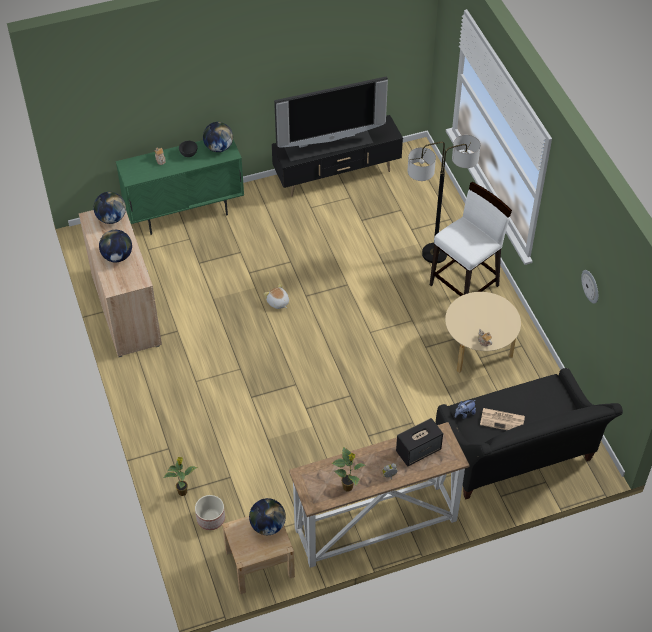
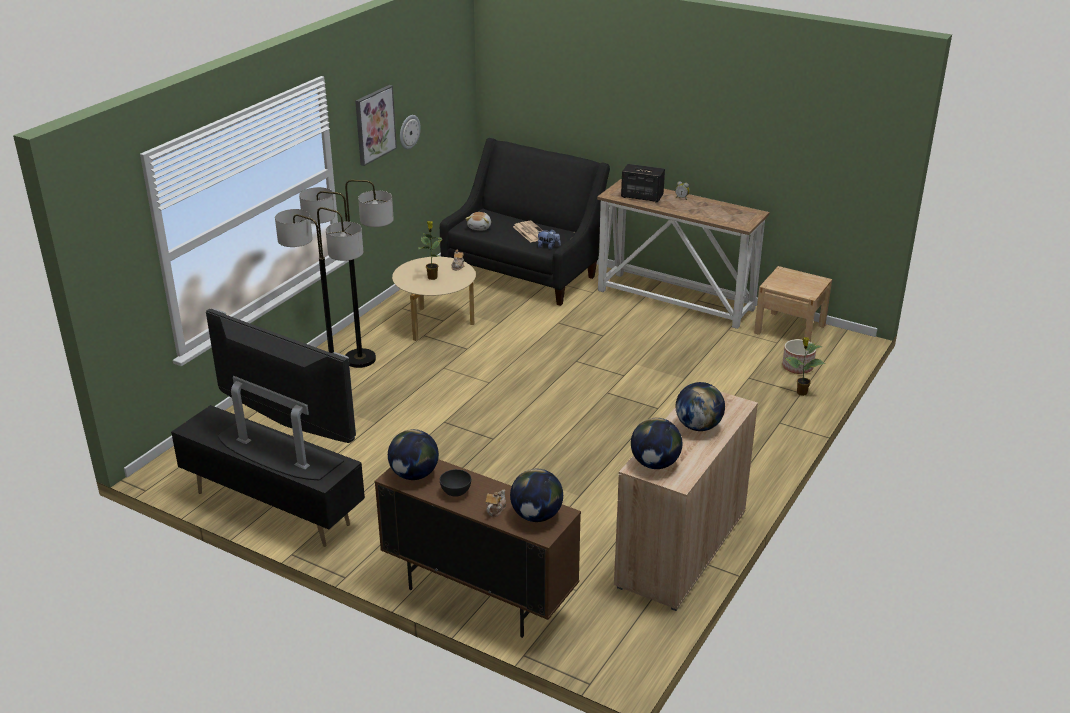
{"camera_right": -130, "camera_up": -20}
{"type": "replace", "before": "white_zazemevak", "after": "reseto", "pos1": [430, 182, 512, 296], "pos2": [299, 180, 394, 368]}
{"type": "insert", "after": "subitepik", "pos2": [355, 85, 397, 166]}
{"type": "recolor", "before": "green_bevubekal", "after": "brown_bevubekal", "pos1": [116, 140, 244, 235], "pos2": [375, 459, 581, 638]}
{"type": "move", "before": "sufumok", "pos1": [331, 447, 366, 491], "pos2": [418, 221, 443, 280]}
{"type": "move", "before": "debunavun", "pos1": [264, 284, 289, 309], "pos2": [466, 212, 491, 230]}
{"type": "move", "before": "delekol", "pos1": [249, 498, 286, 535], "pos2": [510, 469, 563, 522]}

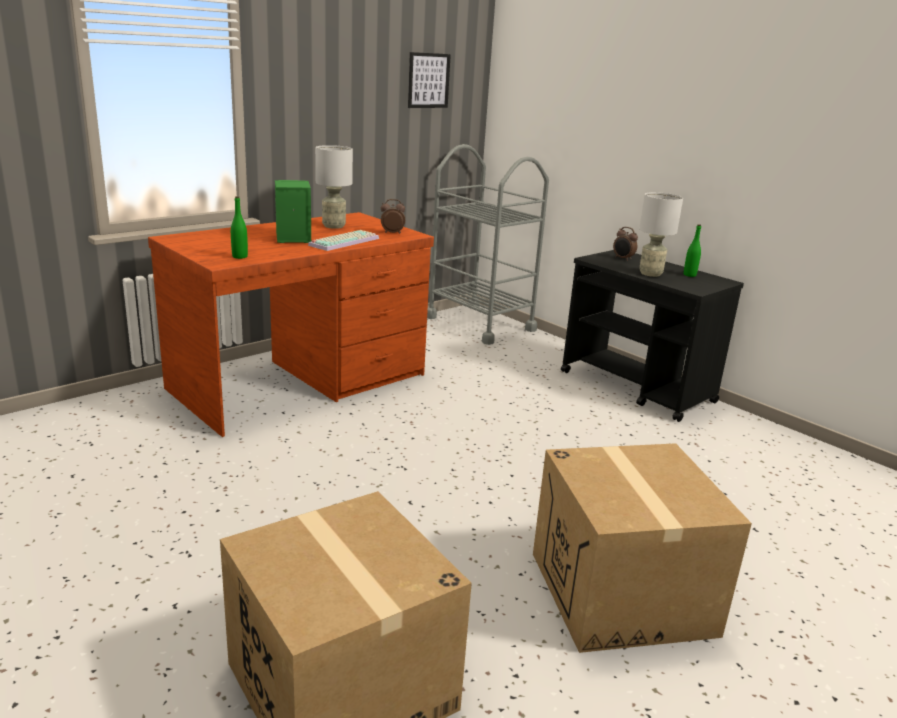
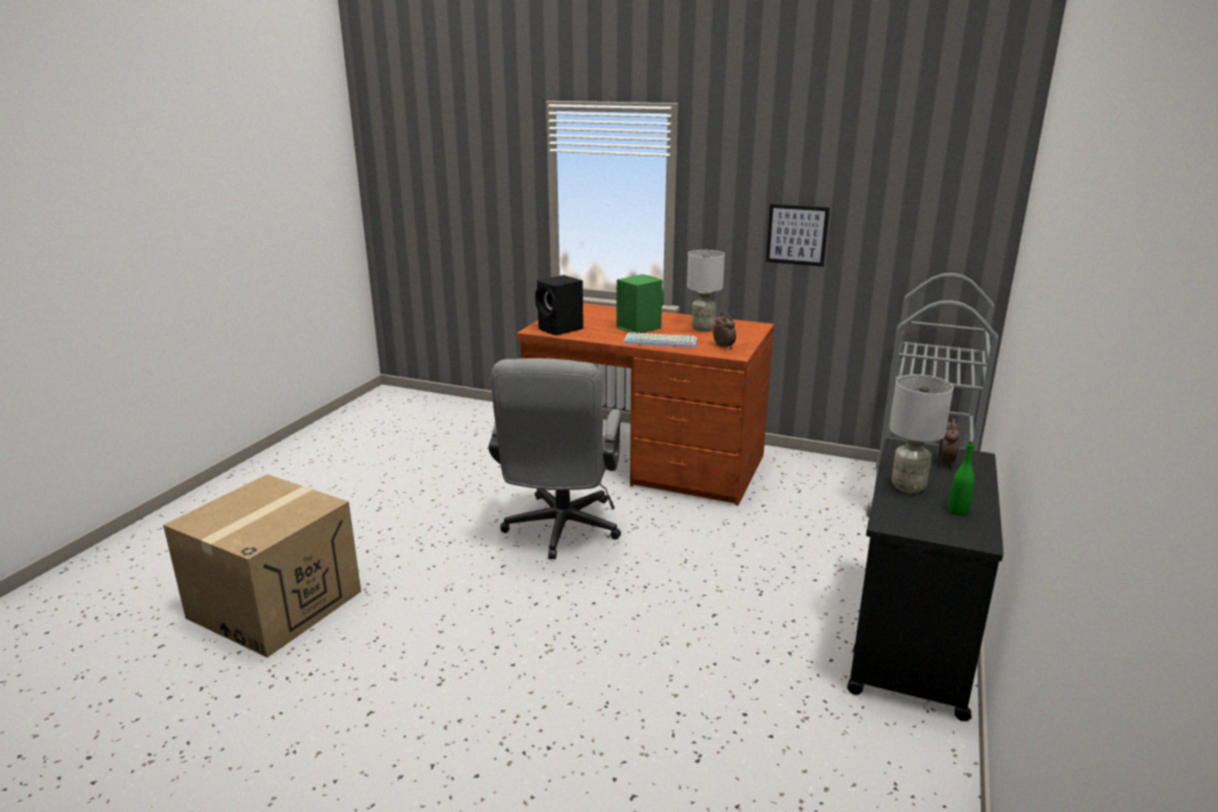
{"camera_right": 65, "camera_up": 0}
{"type": "insert", "after": "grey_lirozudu", "pos2": [489, 358, 621, 559]}
{"type": "replace", "before": "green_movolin", "after": "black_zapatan", "pos1": [231, 196, 248, 259], "pos2": [535, 275, 583, 336]}
{"type": "move", "before": "subitepik", "pos1": [408, 52, 451, 108], "pos2": [766, 204, 830, 267]}
{"type": "delete", "before": "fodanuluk", "pos1": [533, 443, 752, 653]}

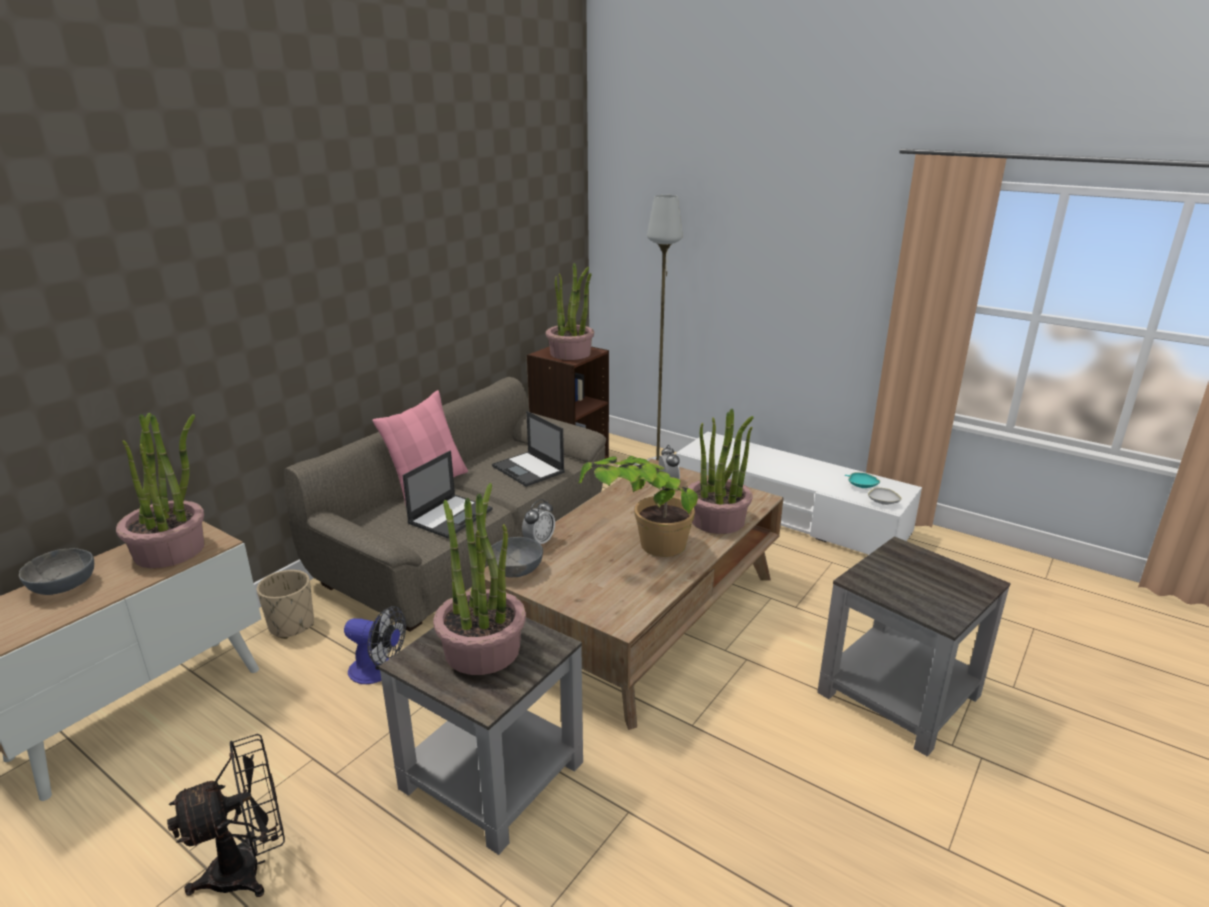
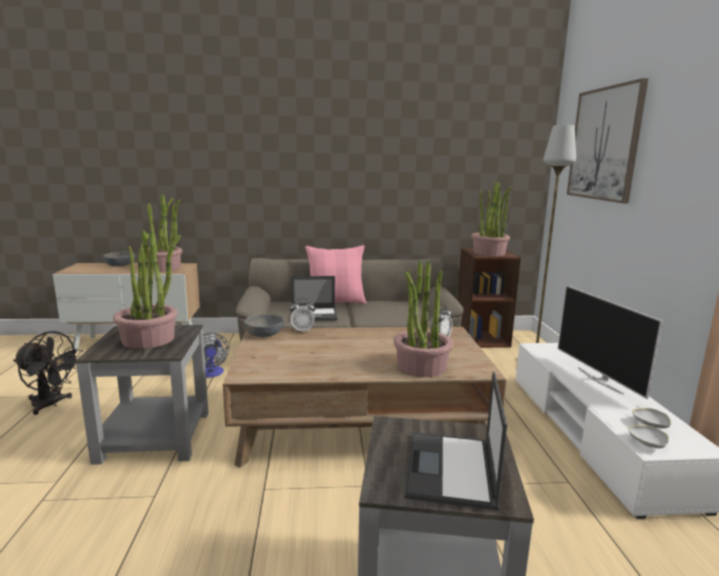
{"camera_right": 50, "camera_up": -10}
{"type": "move", "before": "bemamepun", "pos1": [492, 411, 565, 487], "pos2": [405, 372, 507, 510]}
{"type": "insert", "after": "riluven", "pos2": [557, 285, 663, 399]}
{"type": "insert", "after": "subitepik", "pos2": [567, 78, 648, 204]}
{"type": "recolor", "before": "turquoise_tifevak", "after": "white_tifevak", "pos1": [845, 472, 880, 488], "pos2": [632, 406, 671, 428]}
{"type": "delete", "before": "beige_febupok", "pos1": [257, 570, 314, 639]}
{"type": "delete", "before": "sufumok", "pos1": [579, 456, 698, 557]}

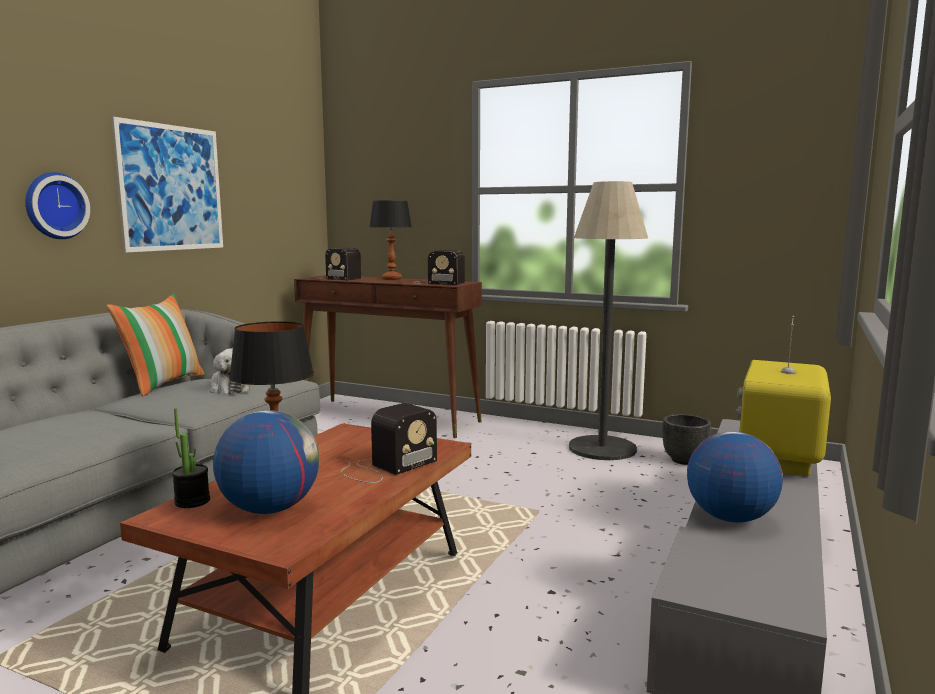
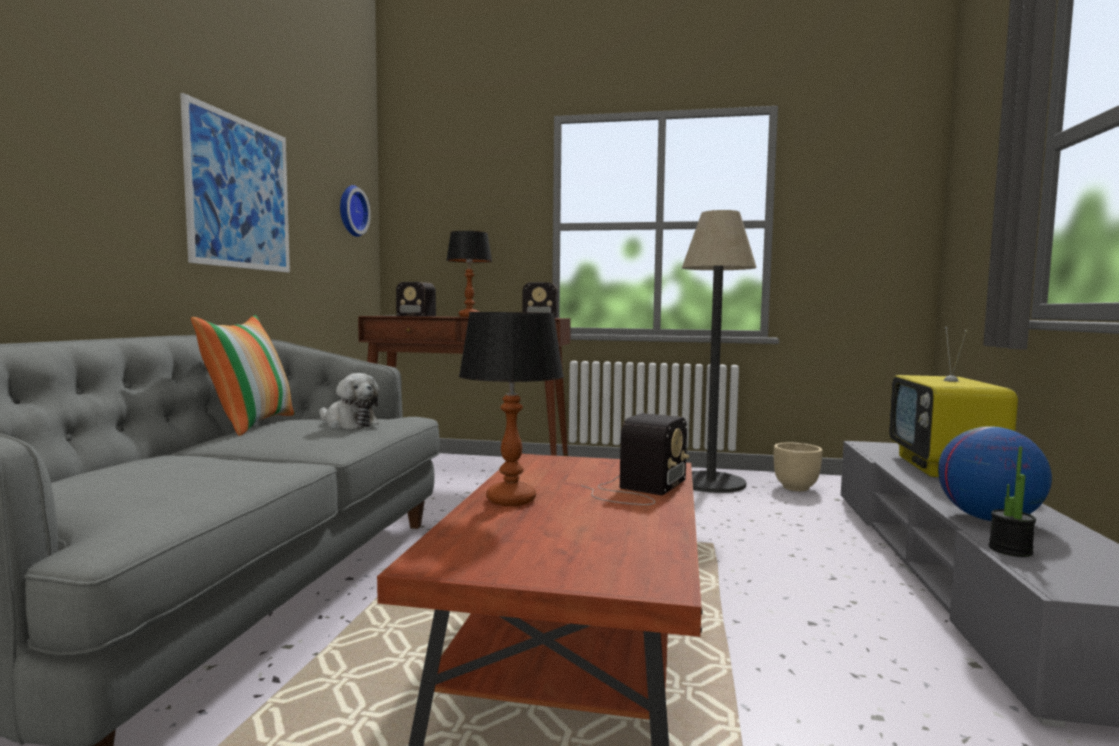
{"camera_right": -15, "camera_up": -5}
{"type": "move", "before": "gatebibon", "pos1": [25, 172, 90, 239], "pos2": [340, 185, 371, 237]}
{"type": "recolor", "before": "black_febupok", "after": "beige_febupok", "pos1": [662, 414, 711, 465], "pos2": [774, 443, 822, 491]}
{"type": "move", "before": "sufumok", "pos1": [172, 408, 210, 508], "pos2": [989, 446, 1036, 557]}
{"type": "delete", "before": "delekol", "pos1": [213, 410, 319, 514]}

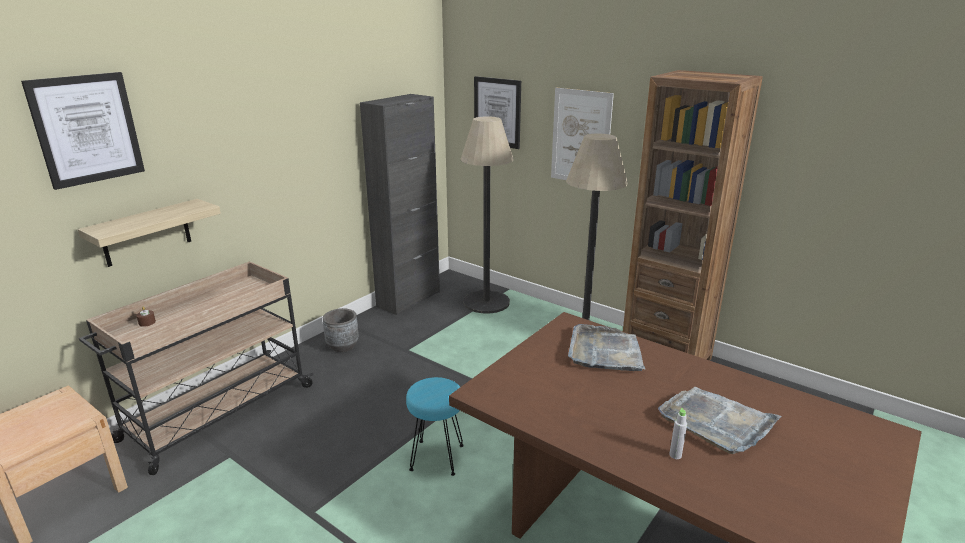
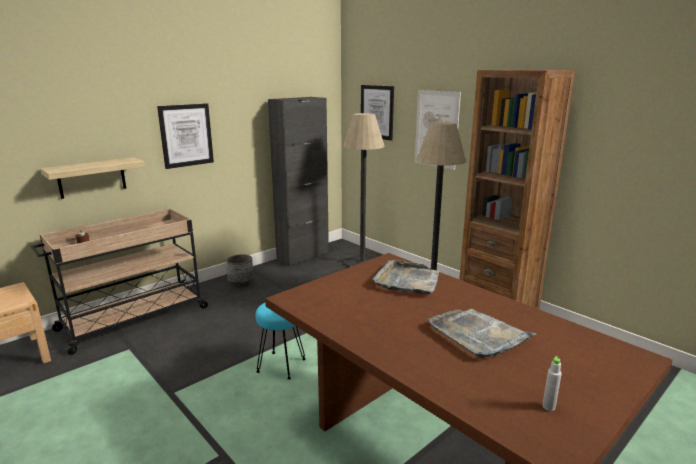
{"camera_right": 10, "camera_up": -5}
{"type": "move", "before": "subitepik", "pos1": [21, 72, 145, 190], "pos2": [157, 103, 214, 169]}
{"type": "move", "before": "grey_movolin", "pos1": [669, 408, 687, 459], "pos2": [542, 356, 562, 411]}

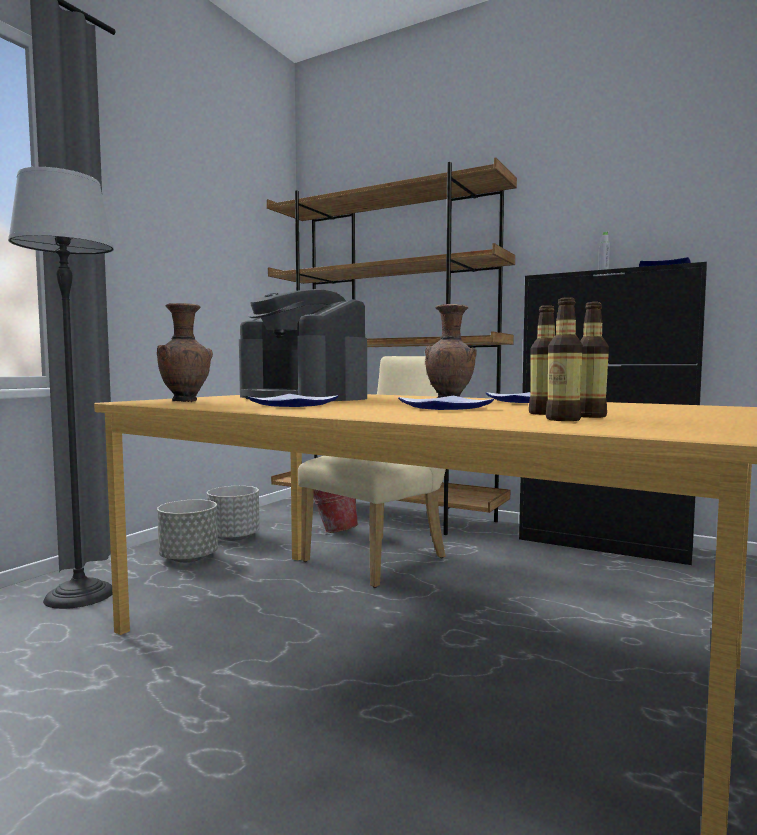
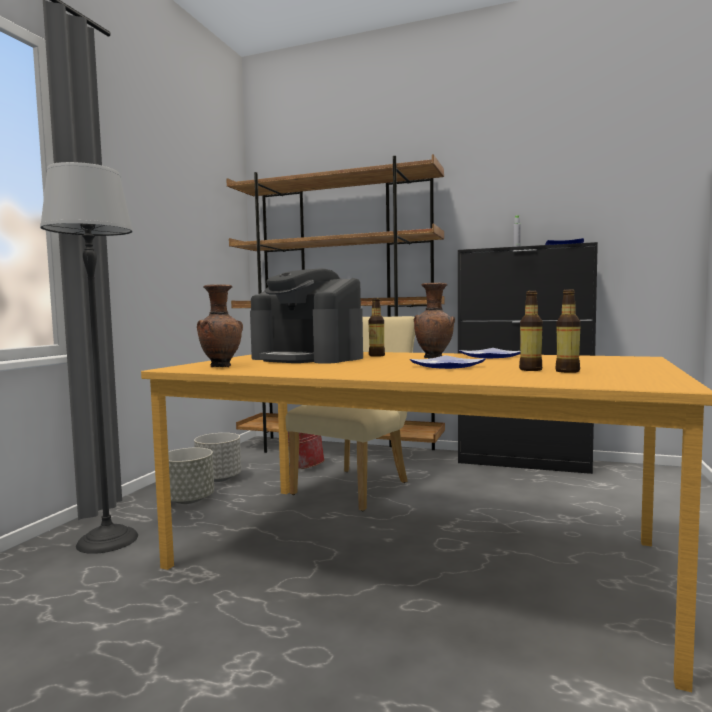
{"camera_right": -10, "camera_up": 0}
{"type": "move", "before": "movolin", "pos1": [546, 297, 583, 421], "pos2": [368, 298, 385, 357]}
{"type": "delete", "before": "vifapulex", "pos1": [248, 394, 339, 407]}

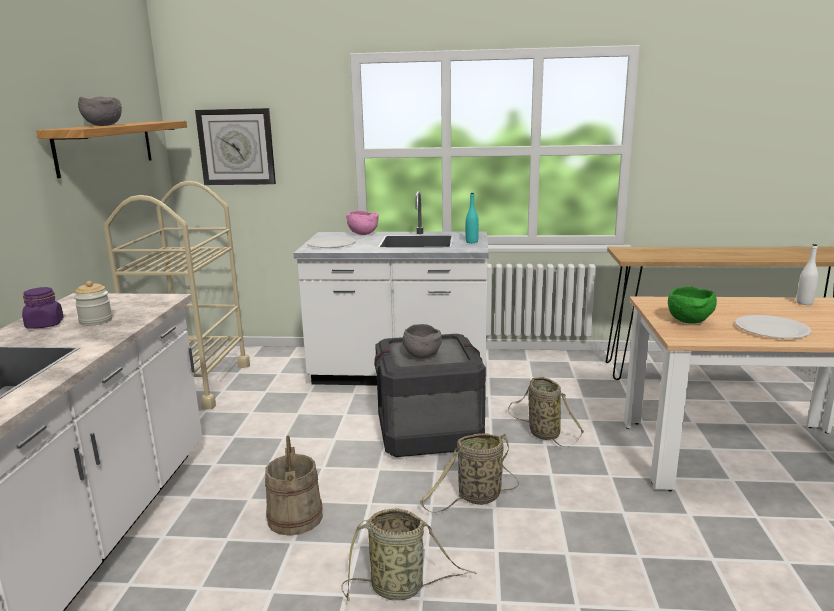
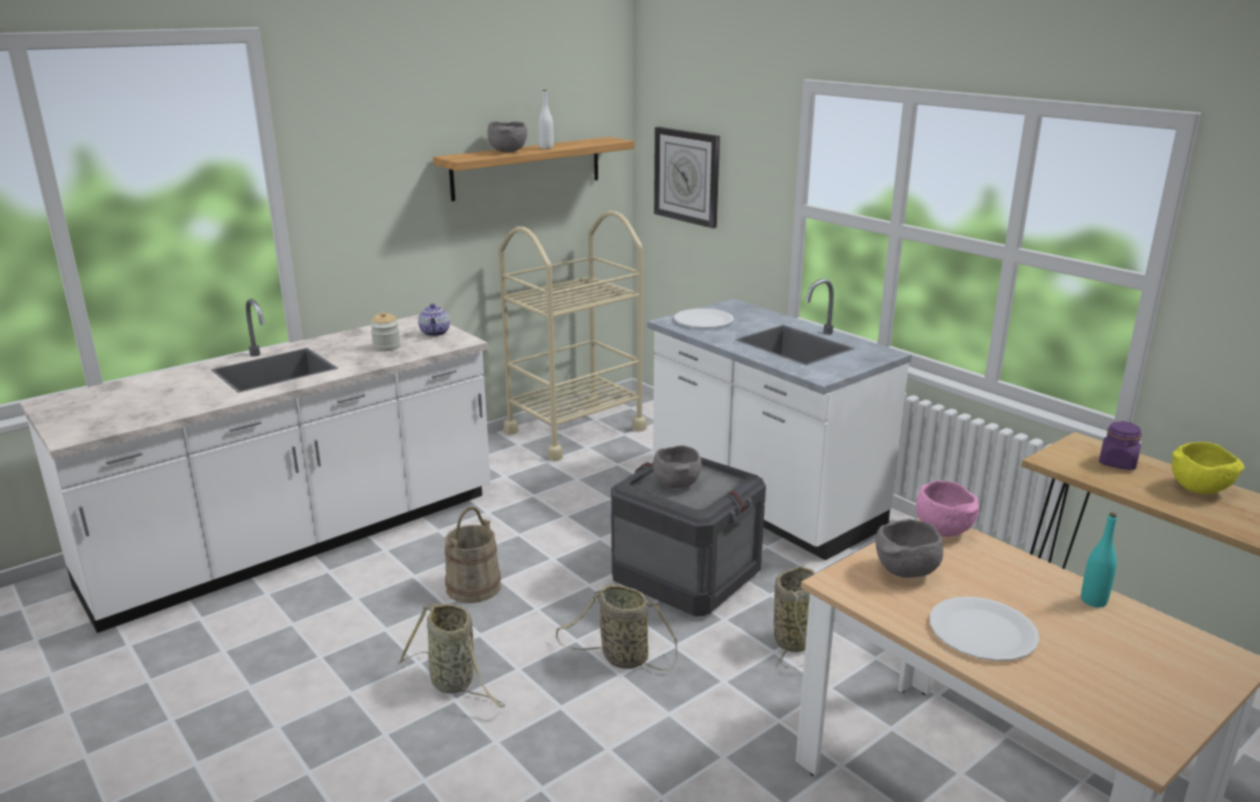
{"camera_right": 45, "camera_up": 5}
{"type": "insert", "after": "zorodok", "pos2": [418, 304, 450, 336]}
{"type": "move", "before": "white_movolin", "pos1": [796, 244, 818, 305], "pos2": [538, 90, 554, 149]}
{"type": "recolor", "before": "green_tifevak", "after": "grey_tifevak", "pos1": [668, 286, 717, 324], "pos2": [875, 518, 943, 578]}
{"type": "move", "before": "pink_tifevak", "pos1": [346, 210, 379, 235], "pos2": [916, 480, 979, 537]}
{"type": "move", "before": "turquoise_movolin", "pos1": [466, 193, 479, 243], "pos2": [1081, 513, 1117, 607]}
{"type": "move", "before": "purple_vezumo", "pos1": [22, 287, 64, 329], "pos2": [1099, 421, 1142, 470]}
{"type": "insert", "after": "yellow_tifevak", "pos2": [1172, 442, 1245, 494]}

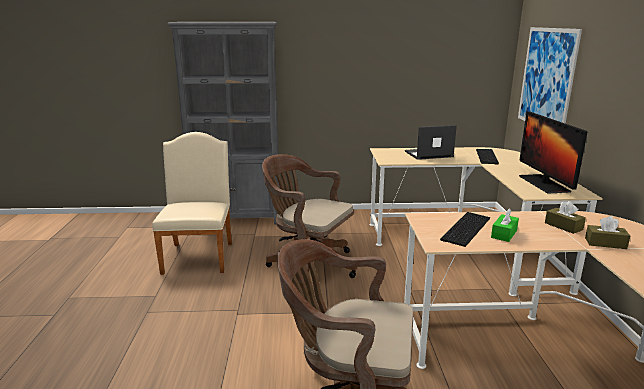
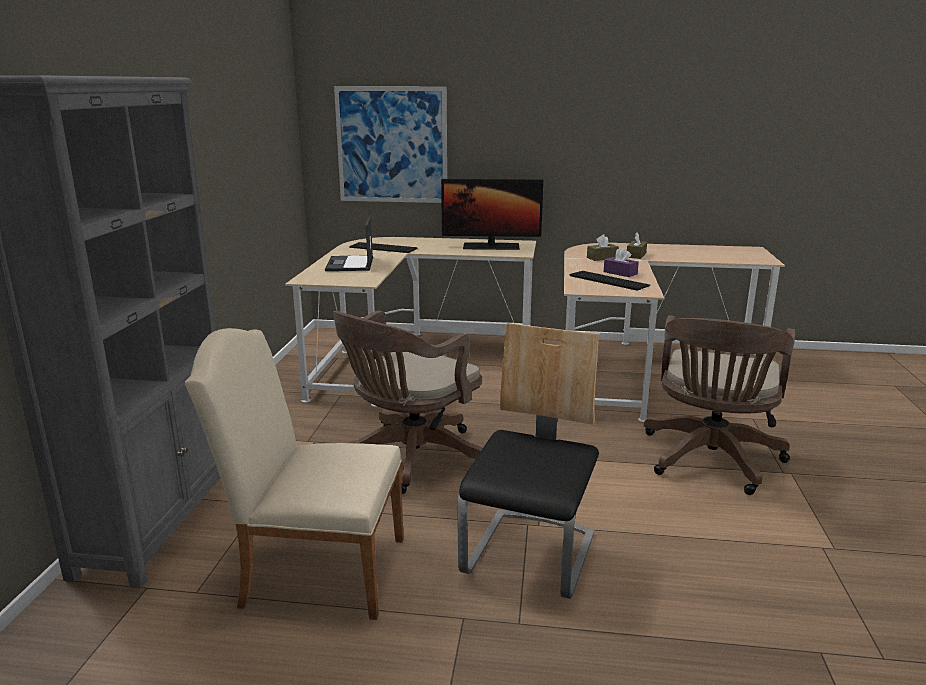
{"camera_right": -80, "camera_up": 0}
{"type": "insert", "after": "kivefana", "pos2": [457, 323, 599, 599]}
{"type": "recolor", "before": "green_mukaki", "after": "purple_mukaki", "pos1": [491, 208, 519, 242], "pos2": [604, 248, 639, 277]}

